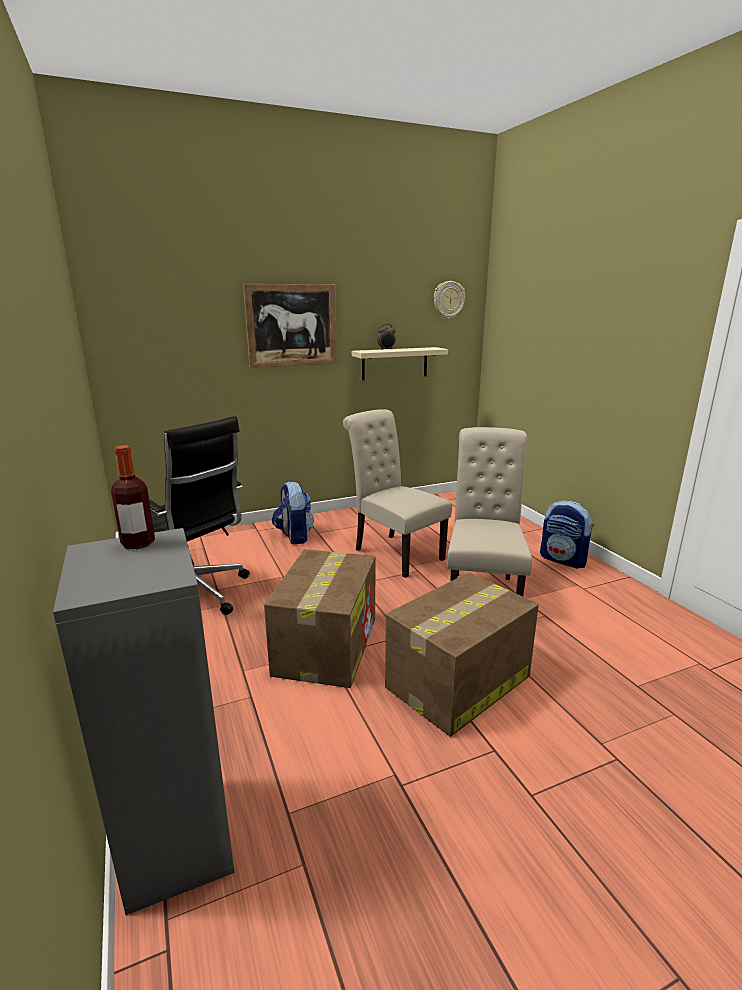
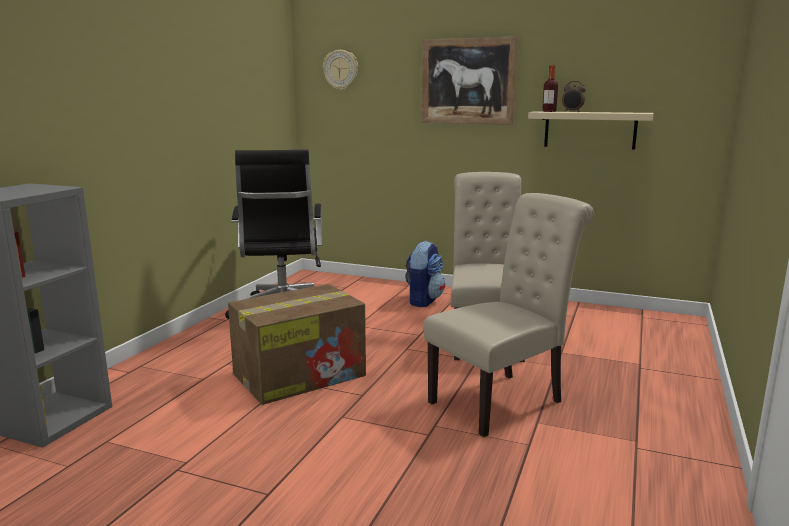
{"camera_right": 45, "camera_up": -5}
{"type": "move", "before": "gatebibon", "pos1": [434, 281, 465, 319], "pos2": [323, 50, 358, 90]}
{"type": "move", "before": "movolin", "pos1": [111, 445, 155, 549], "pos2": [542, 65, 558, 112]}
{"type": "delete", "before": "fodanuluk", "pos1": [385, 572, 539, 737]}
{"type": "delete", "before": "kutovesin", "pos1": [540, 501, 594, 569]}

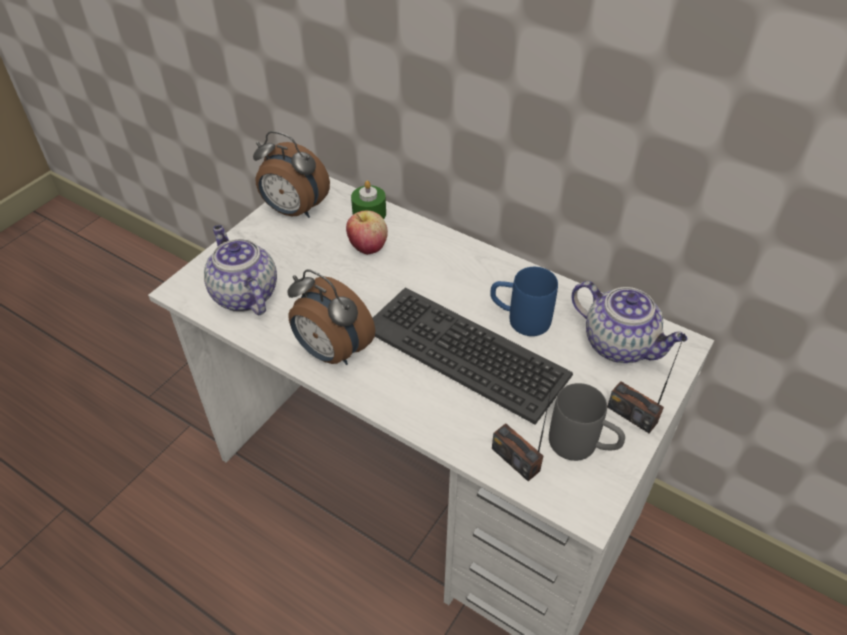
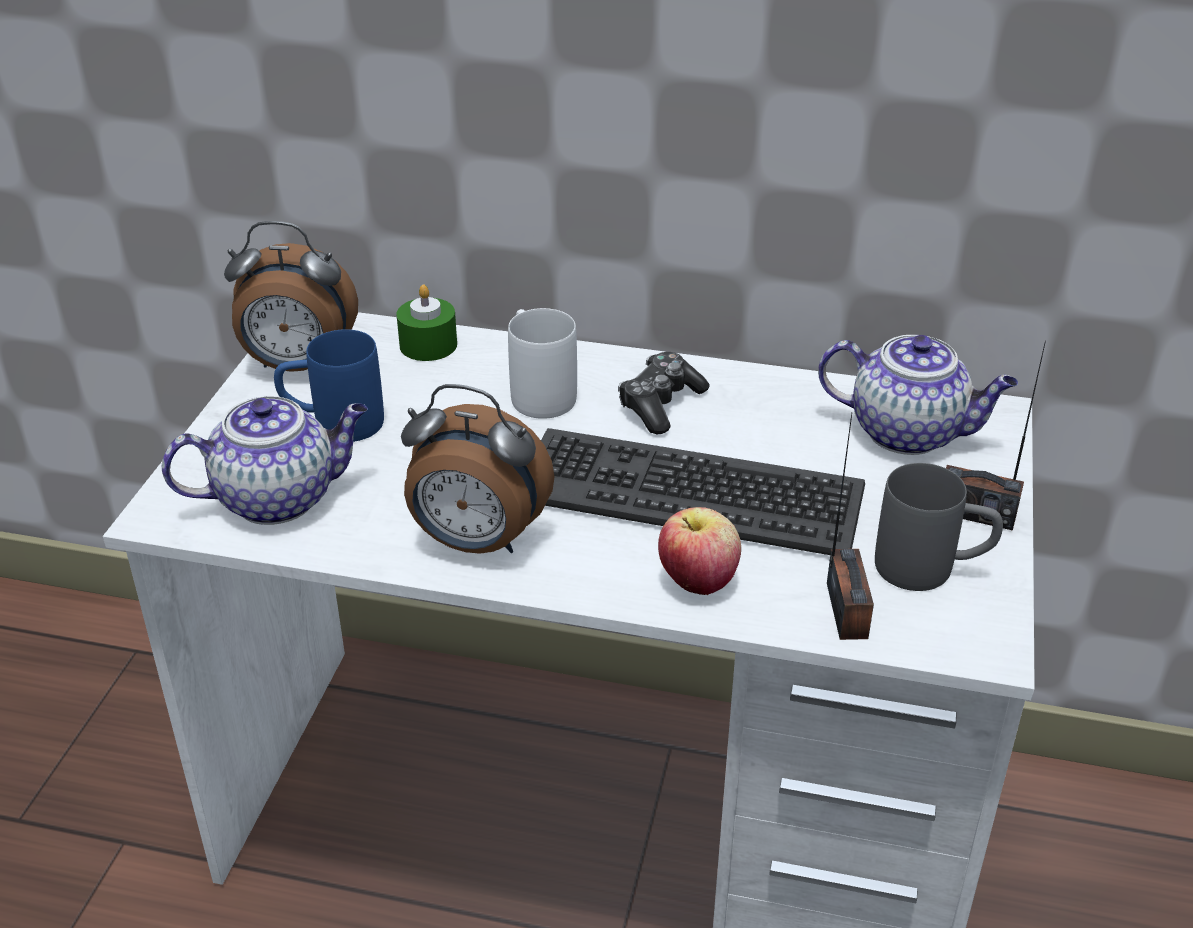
{"camera_right": -20, "camera_up": -10}
{"type": "rotate", "before": "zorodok", "pos1": [204, 225, 277, 315], "pos2": [162, 396, 368, 525], "turn": 120}
{"type": "move", "before": "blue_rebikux", "pos1": [490, 267, 558, 336], "pos2": [274, 329, 384, 442]}
{"type": "insert", "after": "white_rebikux", "pos2": [508, 308, 577, 419]}
{"type": "insert", "after": "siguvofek", "pos2": [618, 352, 710, 434]}
{"type": "move", "before": "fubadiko", "pos1": [346, 210, 388, 255], "pos2": [658, 507, 741, 596]}
{"type": "rotate", "before": "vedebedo", "pos1": [492, 386, 552, 481], "pos2": [827, 413, 874, 640], "turn": -120}

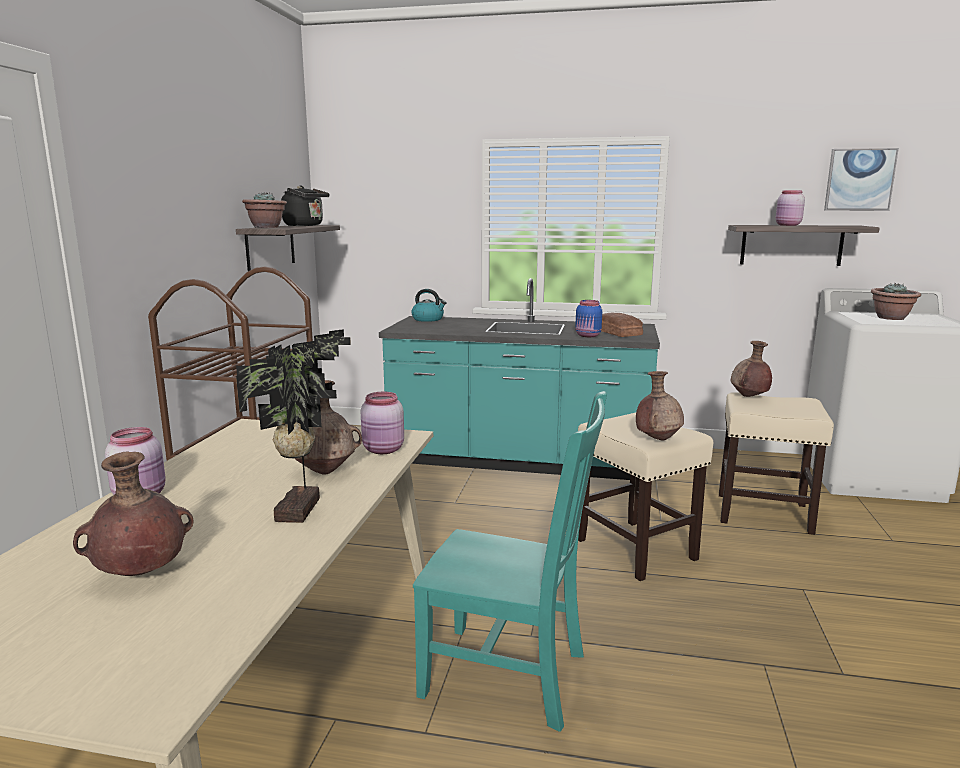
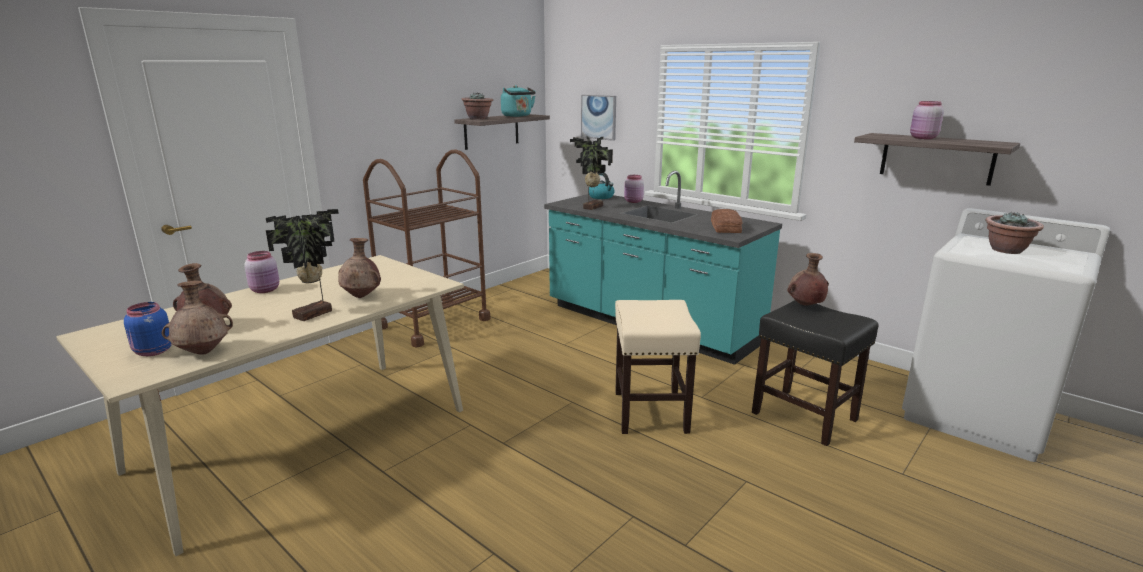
{"camera_right": 30, "camera_up": 5}
{"type": "move", "before": "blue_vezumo", "pos1": [575, 300, 602, 337], "pos2": [124, 302, 172, 356]}
{"type": "move", "before": "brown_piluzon", "pos1": [636, 371, 684, 440], "pos2": [162, 280, 233, 355]}
{"type": "recolor", "before": "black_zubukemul", "after": "turquoise_zubukemul", "pos1": [281, 186, 330, 226], "pos2": [501, 85, 536, 117]}
{"type": "insert", "after": "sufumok", "pos2": [570, 136, 613, 210]}
{"type": "move", "before": "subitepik", "pos1": [824, 148, 899, 211], "pos2": [581, 94, 616, 141]}
{"type": "move", "before": "pink_vezumo", "pos1": [361, 392, 404, 454], "pos2": [624, 175, 644, 203]}
{"type": "recolor", "before": "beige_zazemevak", "after": "black_zazemevak", "pos1": [719, 392, 834, 535], "pos2": [752, 300, 878, 446]}
{"type": "delete", "before": "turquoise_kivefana", "pos1": [413, 391, 607, 732]}

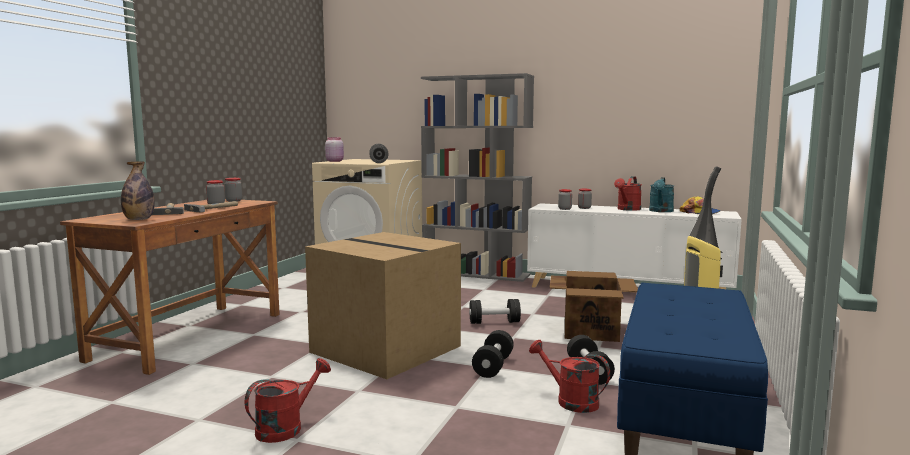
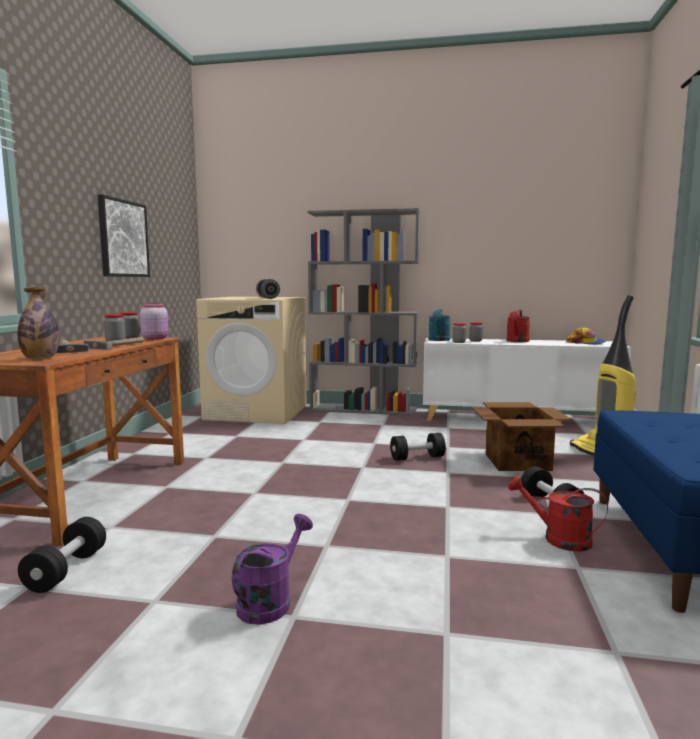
{"camera_right": -10, "camera_up": 0}
{"type": "move", "before": "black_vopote", "pos1": [472, 330, 514, 378], "pos2": [18, 517, 106, 593]}
{"type": "insert", "after": "subitepik", "pos2": [98, 194, 150, 277]}
{"type": "move", "before": "pink_vezumo", "pos1": [325, 137, 344, 162], "pos2": [140, 303, 169, 340]}
{"type": "recolor", "before": "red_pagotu", "after": "purple_pagotu", "pos1": [245, 358, 331, 443], "pos2": [232, 514, 313, 625]}
{"type": "move", "before": "turquoise_pagotu", "pos1": [649, 177, 674, 212], "pos2": [429, 309, 450, 341]}
{"type": "delete", "before": "fodanuluk", "pos1": [305, 232, 461, 379]}

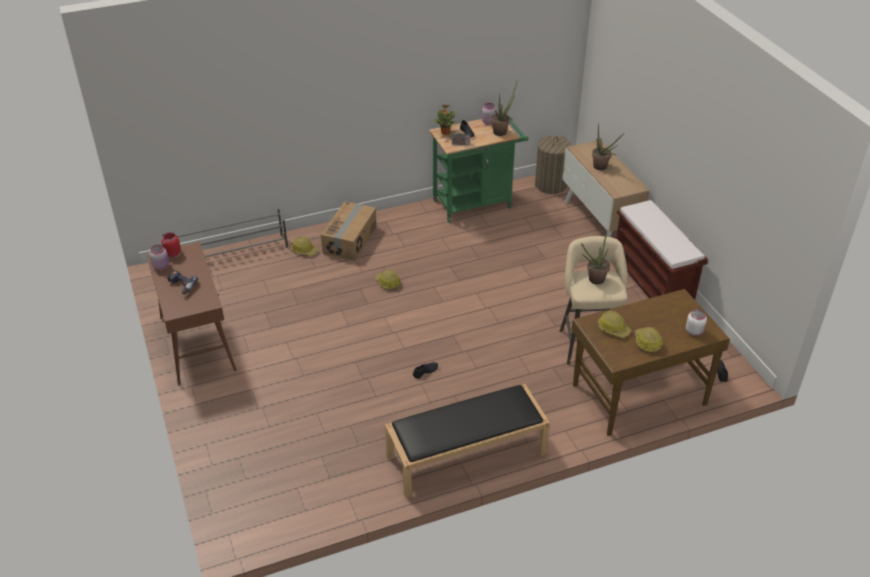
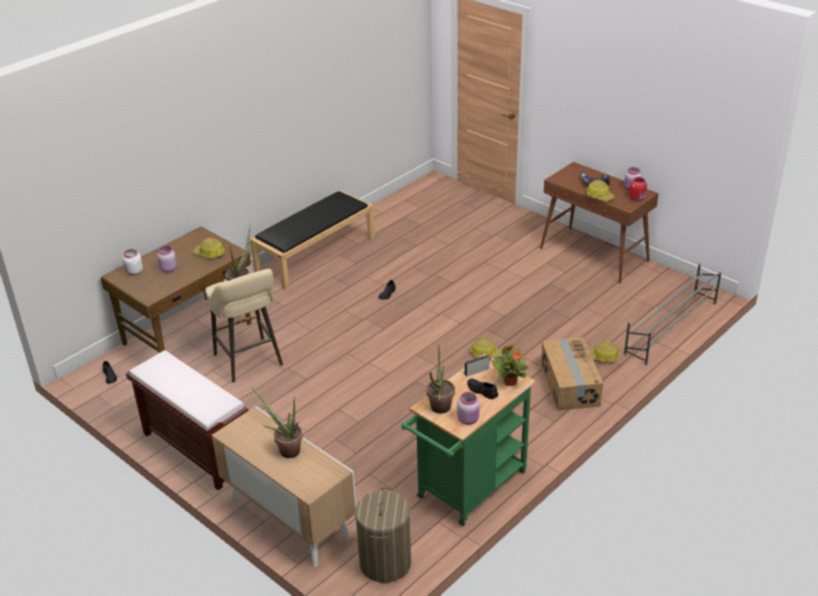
{"camera_right": 155, "camera_up": -5}
{"type": "insert", "after": "pink_vezumo", "pos2": [157, 246, 177, 272]}
{"type": "move", "before": "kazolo", "pos1": [635, 327, 663, 353], "pos2": [586, 180, 615, 201]}

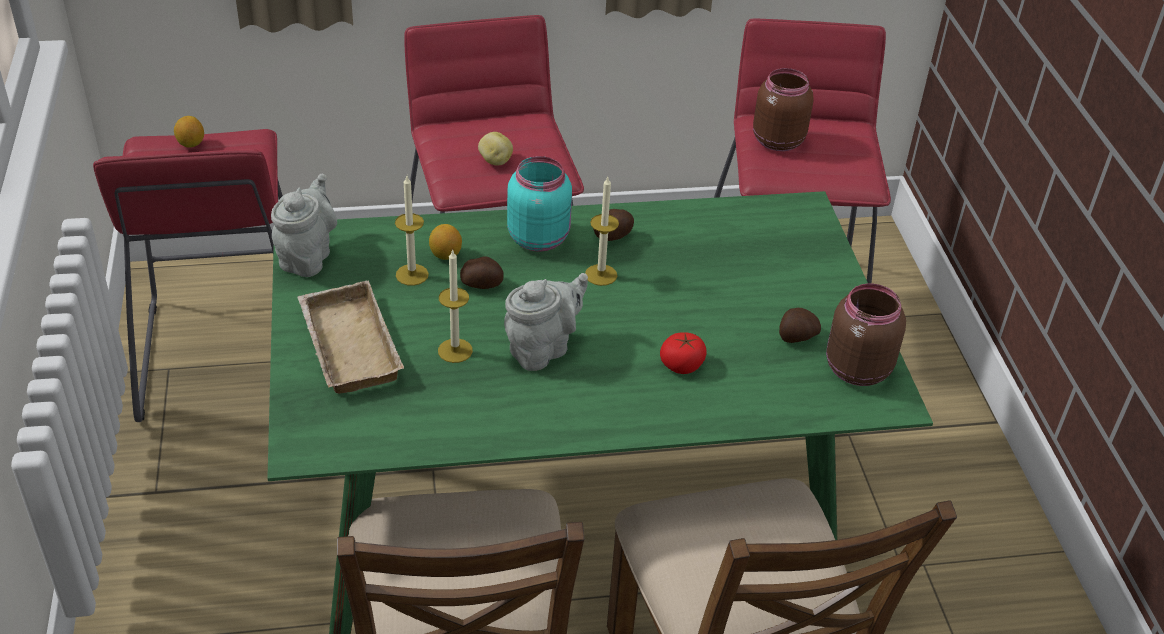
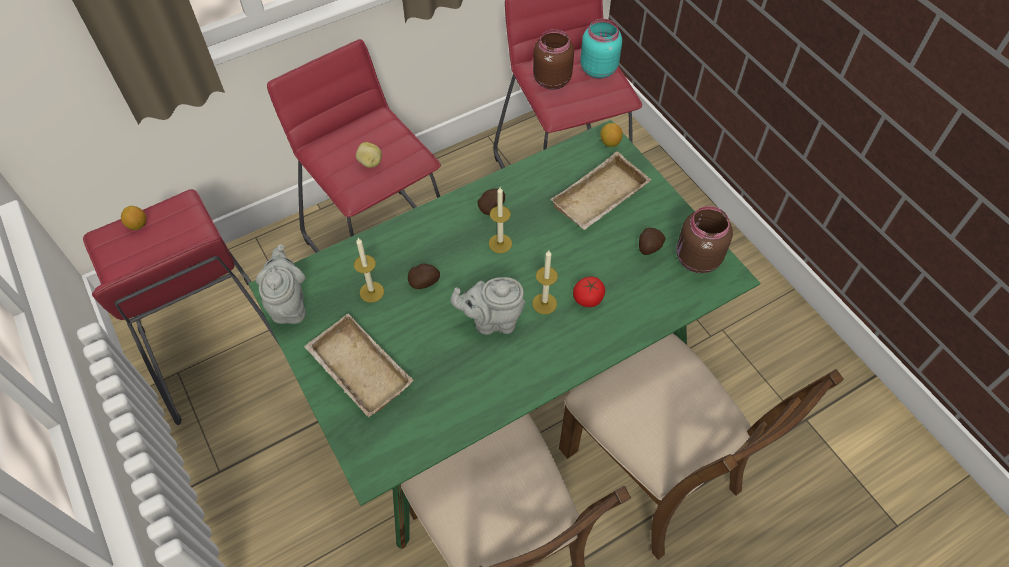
{"camera_right": -20, "camera_up": 15}
{"type": "rotate", "before": "grey_zorodok", "pos1": [504, 273, 588, 371], "pos2": [451, 277, 525, 335], "turn": -120}
{"type": "move", "before": "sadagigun", "pos1": [438, 249, 473, 363], "pos2": [532, 250, 558, 314]}
{"type": "insert", "after": "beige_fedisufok", "pos2": [550, 151, 652, 230]}
{"type": "move", "before": "turquoise_vezumo", "pos1": [507, 156, 572, 251], "pos2": [580, 19, 622, 79]}
{"type": "move", "before": "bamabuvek", "pos1": [429, 224, 462, 260], "pos2": [600, 123, 623, 147]}

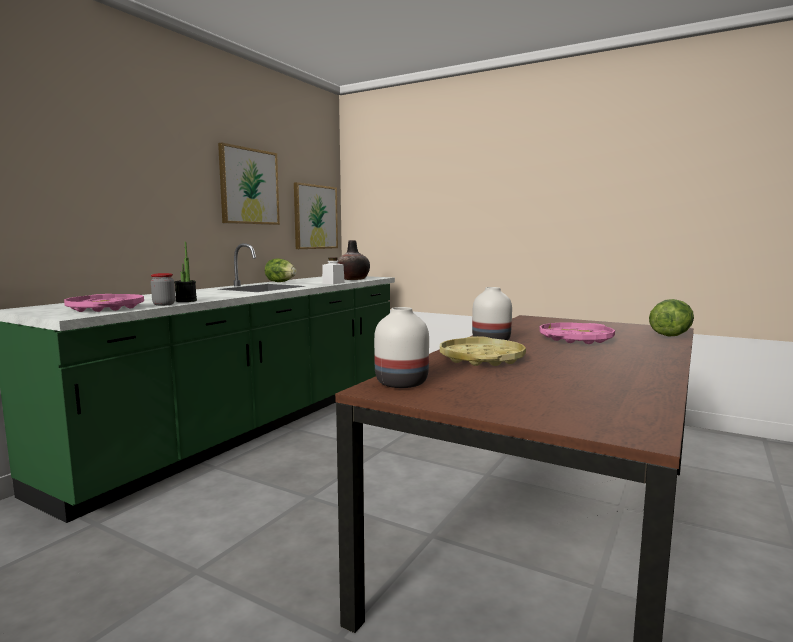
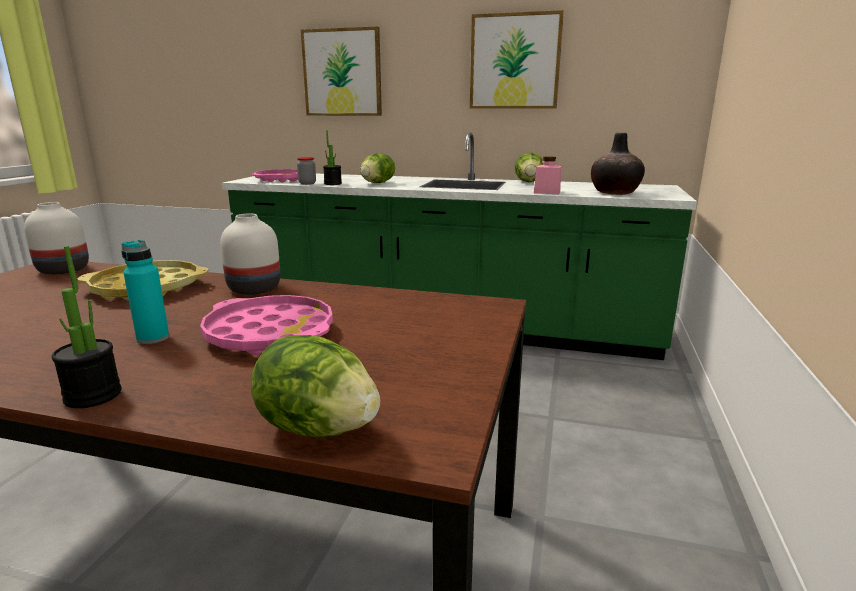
{"camera_right": 75, "camera_up": 10}
{"type": "insert", "after": "sufumok", "pos2": [52, 246, 122, 408]}
{"type": "insert", "after": "turquoise_movolin", "pos2": [121, 240, 169, 344]}
{"type": "move", "before": "subitepik", "pos1": [294, 182, 338, 249], "pos2": [301, 26, 382, 116]}
{"type": "insert", "after": "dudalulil", "pos2": [360, 153, 395, 183]}
{"type": "recolor", "before": "white_vezumo", "after": "pink_vezumo", "pos1": [322, 258, 345, 284], "pos2": [534, 157, 561, 194]}

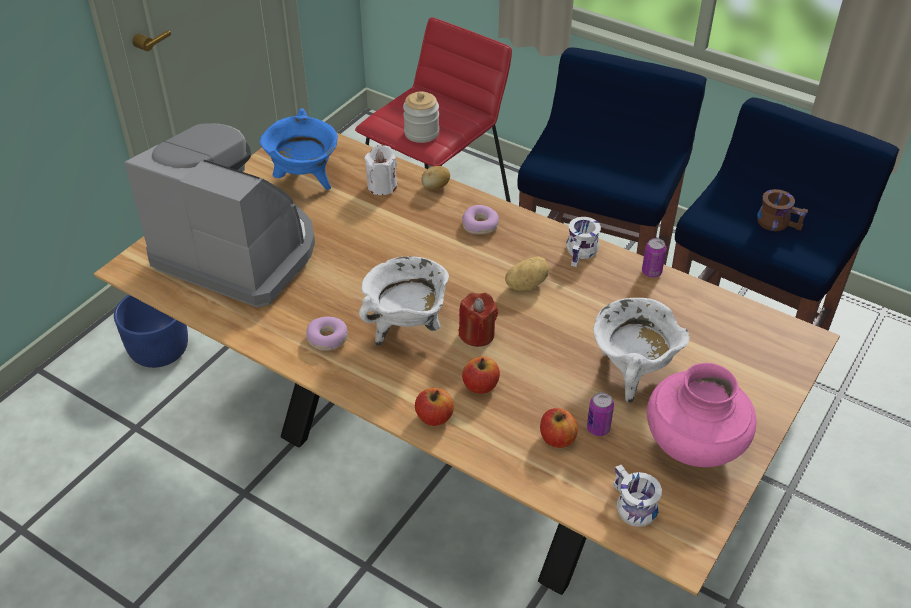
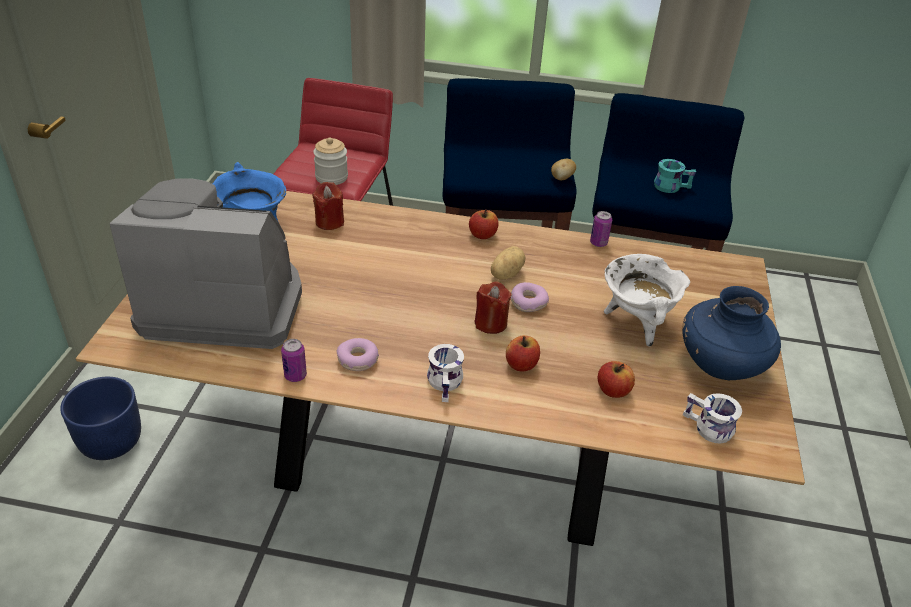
{"camera_right": -25, "camera_up": -5}
{"type": "move", "before": "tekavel", "pos1": [587, 392, 614, 436], "pos2": [281, 339, 307, 382]}
{"type": "recolor", "before": "white_sadagigun", "after": "red_sadagigun", "pos1": [364, 145, 397, 195], "pos2": [312, 182, 344, 230]}
{"type": "move", "before": "white_rebikux", "pos1": [566, 217, 601, 267], "pos2": [427, 344, 464, 402]}
{"type": "move", "before": "fubadiko", "pos1": [415, 388, 454, 426], "pos2": [469, 210, 498, 239]}
{"type": "move", "before": "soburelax", "pos1": [462, 205, 499, 234], "pos2": [511, 282, 549, 312]}
{"type": "move", "before": "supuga", "pos1": [421, 166, 450, 190], "pos2": [551, 159, 576, 180]}
{"type": "recolor", "before": "brown_rebikux", "after": "turquoise_rebikux", "pos1": [757, 189, 808, 231], "pos2": [654, 159, 696, 193]}
{"type": "recolor", "before": "pink_piluzon", "after": "blue_piluzon", "pos1": [647, 363, 756, 467], "pos2": [682, 286, 781, 380]}
{"type": "delete", "before": "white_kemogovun", "pos1": [359, 256, 449, 346]}

